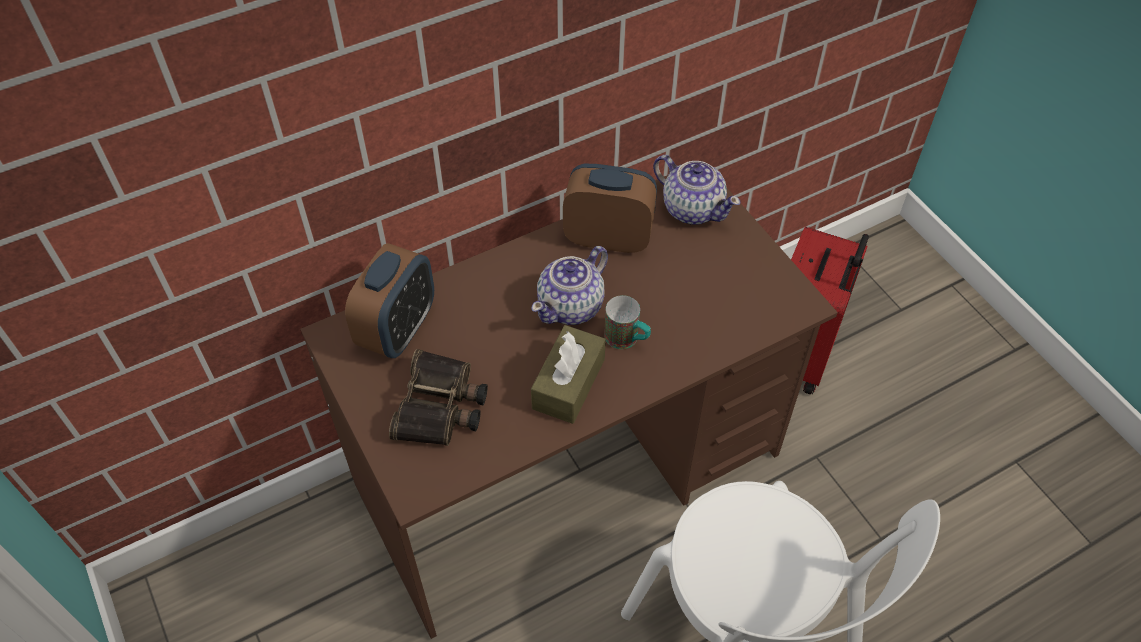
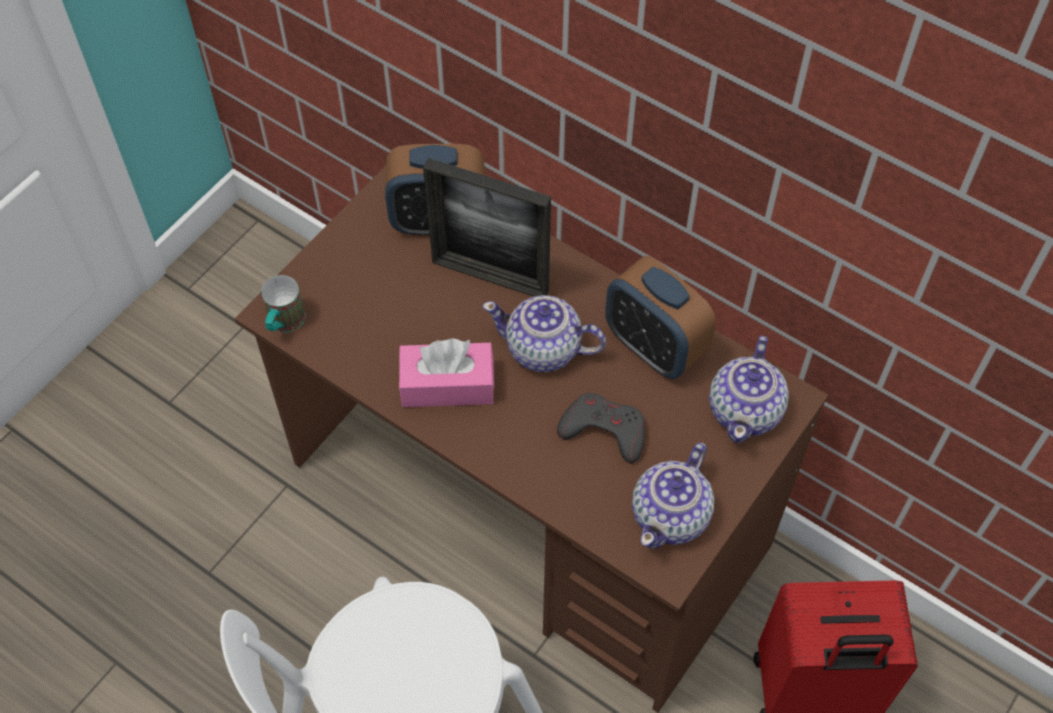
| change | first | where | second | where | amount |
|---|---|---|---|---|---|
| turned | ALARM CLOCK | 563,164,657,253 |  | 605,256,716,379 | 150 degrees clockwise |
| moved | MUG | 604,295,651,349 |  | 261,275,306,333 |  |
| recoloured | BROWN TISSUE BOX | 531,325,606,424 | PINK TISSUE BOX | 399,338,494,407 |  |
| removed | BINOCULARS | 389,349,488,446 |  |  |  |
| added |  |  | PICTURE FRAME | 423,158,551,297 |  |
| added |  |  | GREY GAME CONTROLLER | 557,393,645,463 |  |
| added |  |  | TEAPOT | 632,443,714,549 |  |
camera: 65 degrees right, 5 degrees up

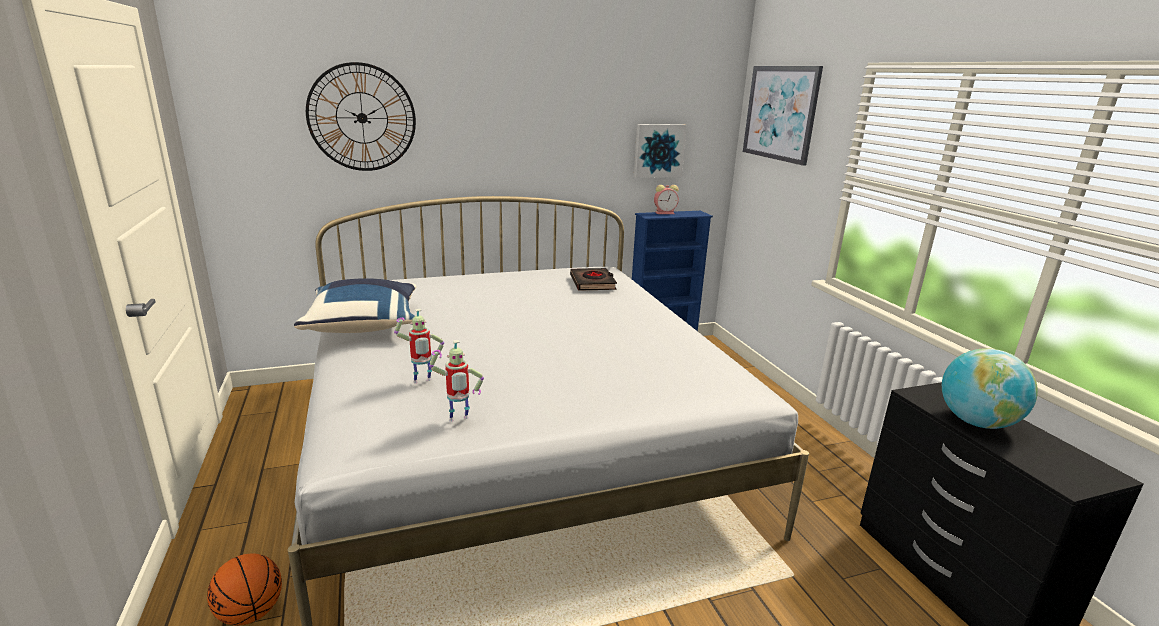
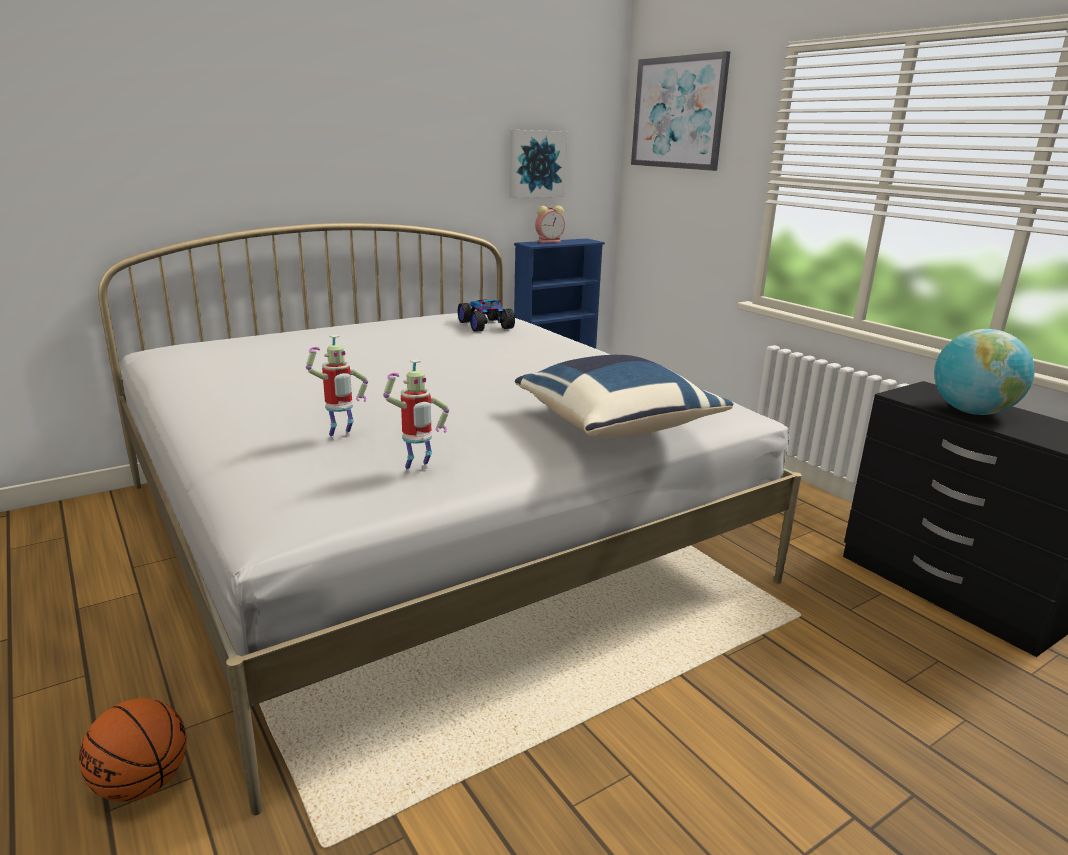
| change | first | where | second | where | amount |
|---|---|---|---|---|---|
| removed | WALL CLOCK | 306,62,416,171 |  |  |  |
| replaced | BLACK BOOK | 570,268,617,291 | TOY CAR | 458,299,515,332 |  |
| moved | BLUE PILLOW | 294,278,417,333 |  | 515,355,733,438 |  |
camera: 15 degrees left, 0 degrees up

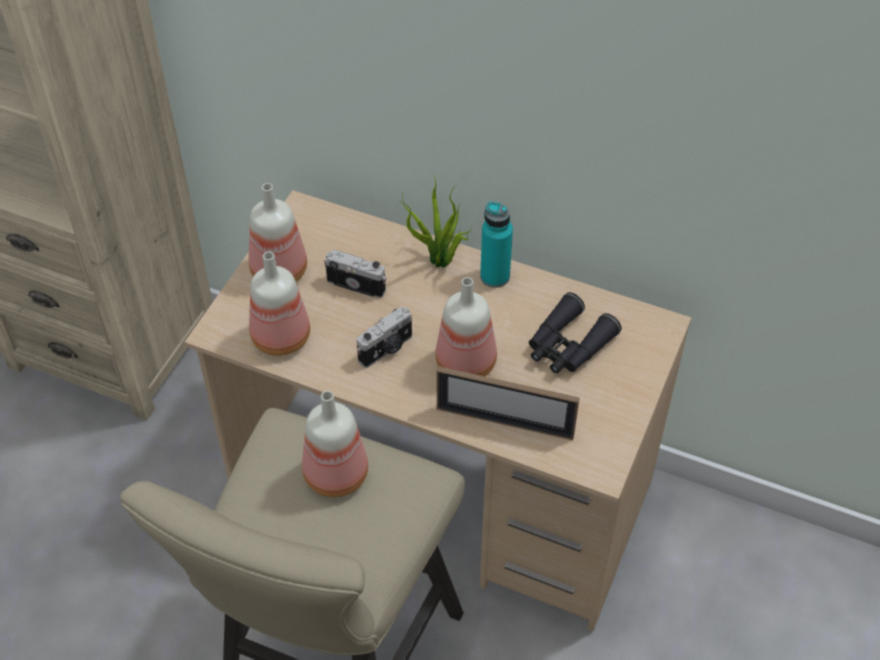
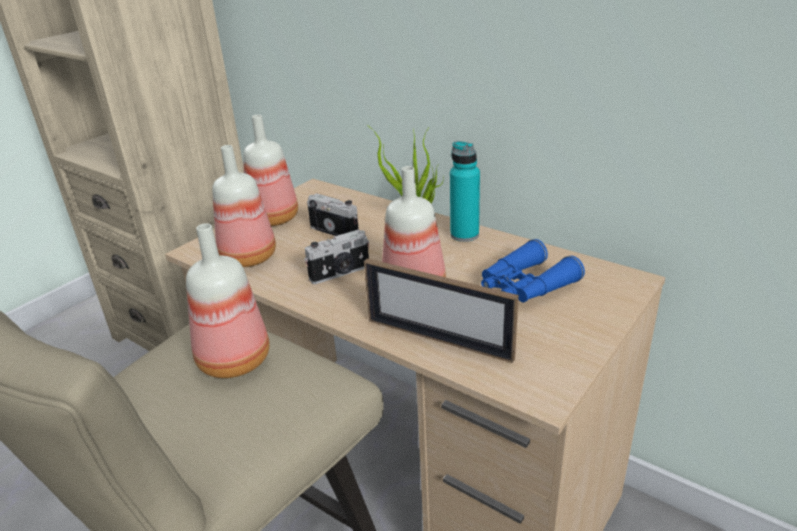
| change | first | where | second | where | amount |
|---|---|---|---|---|---|
| recoloured | BLACK BINOCULARS | 529,292,621,373 | BLUE BINOCULARS | 481,239,585,302 |  |
camera: 15 degrees right, 20 degrees down

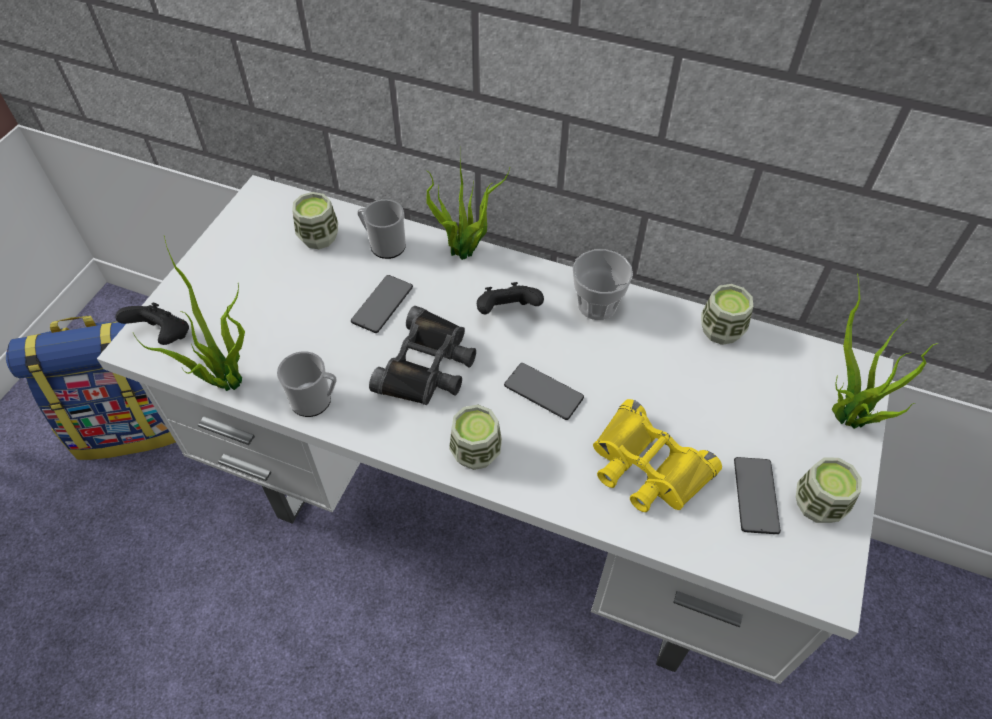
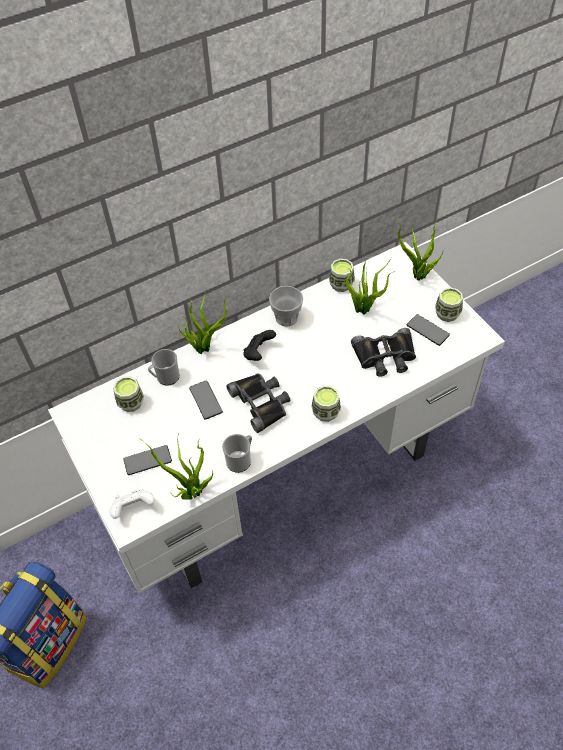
| change | first | where | second | where | amount |
|---|---|---|---|---|---|
| recoloured | BLACK GAME CONTROLLER | 115,303,189,345 | WHITE GAME CONTROLLER | 110,490,155,519 |  |
| moved | PHONE | 504,363,584,420 |  | 123,445,172,475 |  |
| recoloured | YELLOW BINOCULARS | 593,399,722,512 | BLACK BINOCULARS | 351,328,416,377 |  |
| added |  |  | POTTED PLANT | 346,258,392,314 |  |
camera: 50 degrees left, 0 degrees up

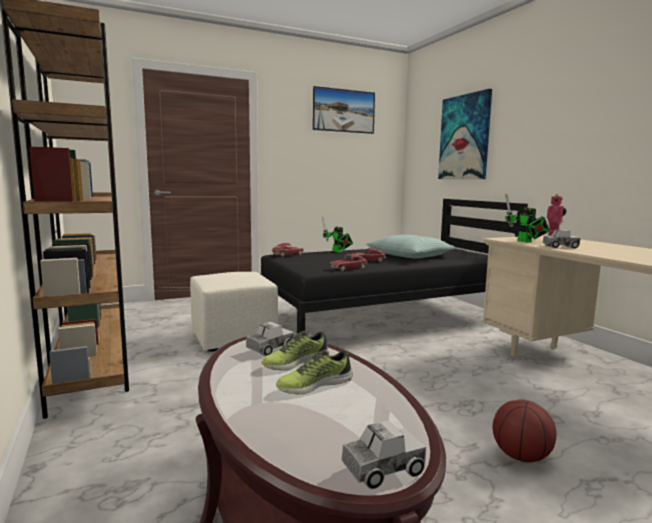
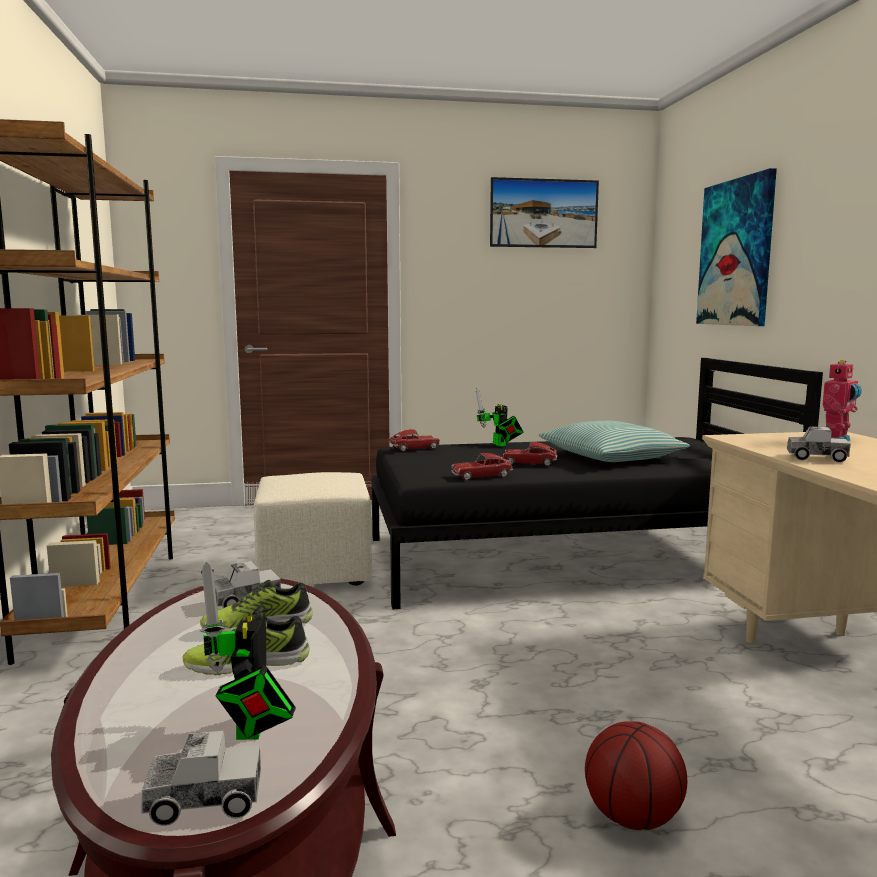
| change | first | where | second | where | amount |
|---|---|---|---|---|---|
| moved | TOY ROBOT | 505,193,549,243 |  | 200,562,296,740 |  |
camera: 15 degrees right, 0 degrees up

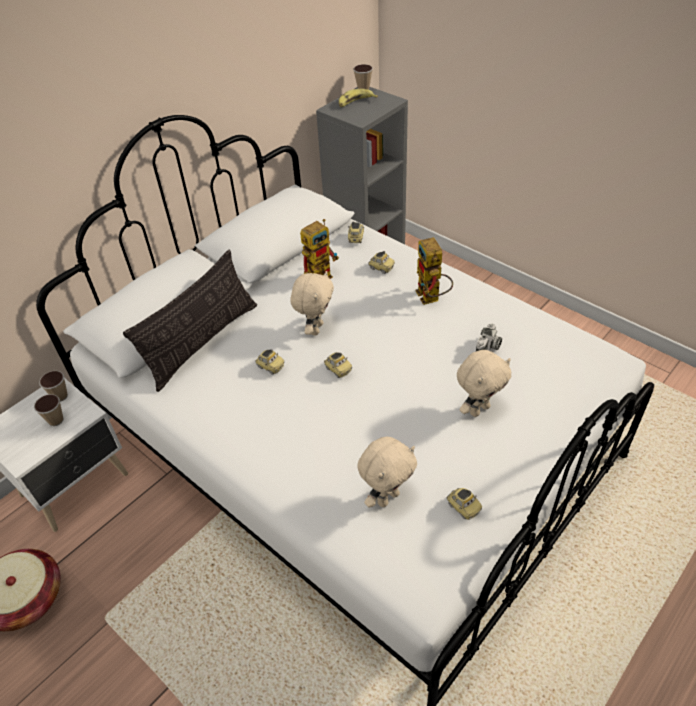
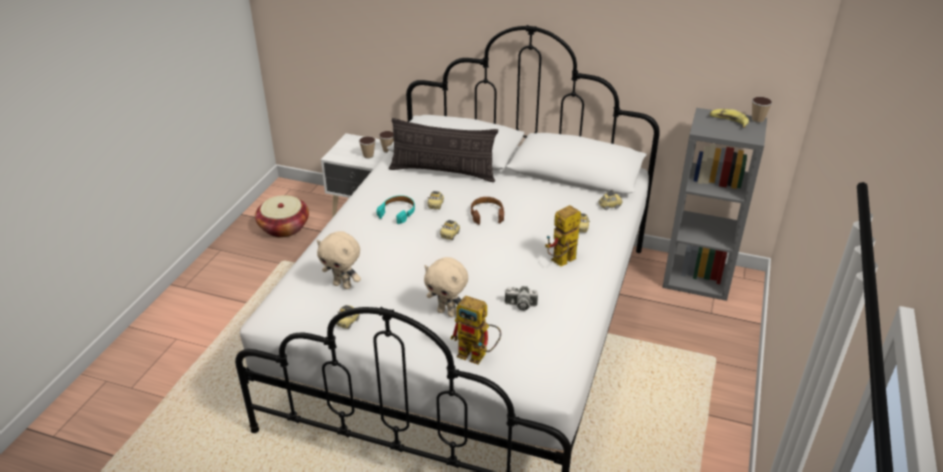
| change | first | where | second | where | amount |
|---|---|---|---|---|---|
| moved | TOY ROBOT | 300,219,339,279 |  | 450,296,501,365 |  |
| replaced | BEIGE PLUSH TOY | 291,271,334,335 | BROWN HEADPHONES | 471,197,504,225 |  |
| added |  |  | TURQUOISE HEADPHONES | 376,195,415,224 |  |
camera: 65 degrees right, 10 degrees down

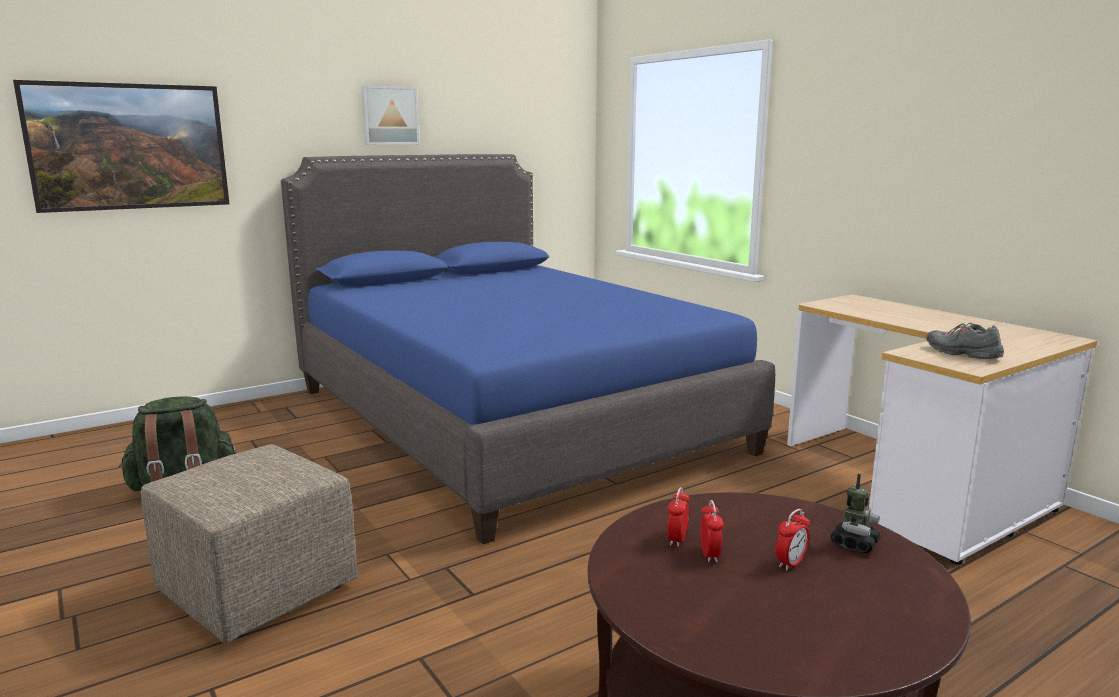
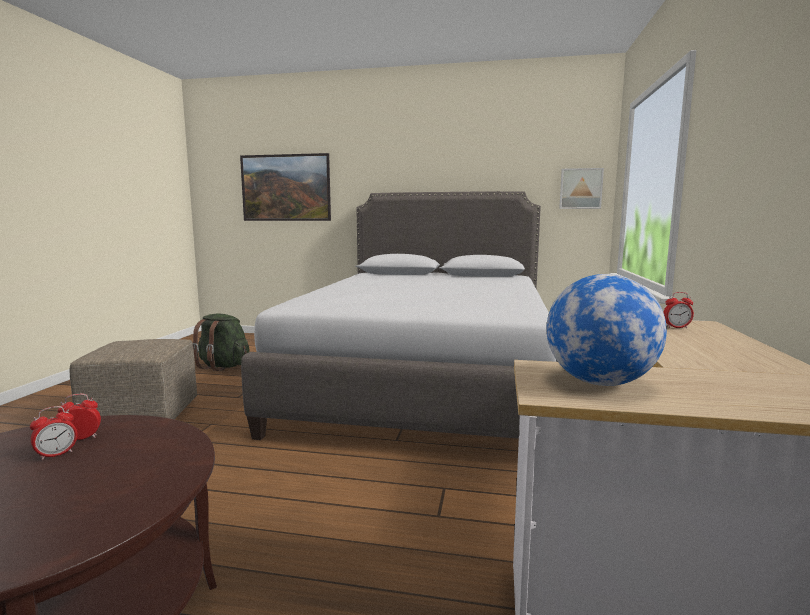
| change | first | where | second | where | amount |
|---|---|---|---|---|---|
| moved | PICTURE | 361,86,420,145 |  | 559,168,604,209 |  |
| recoloured | BLUE BED | 281,154,775,544 | GREY BED | 241,191,557,440 |  |
| replaced | GREY SHOE | 926,323,1004,359 | GLOBE | 547,274,667,386 |  |
| removed | TOY ROBOT | 830,474,881,553 |  |  |  |
| moved | ALARM CLOCK | 776,509,810,571 |  | 663,292,694,328 |  |
camera: 45 degrees right, 5 degrees down

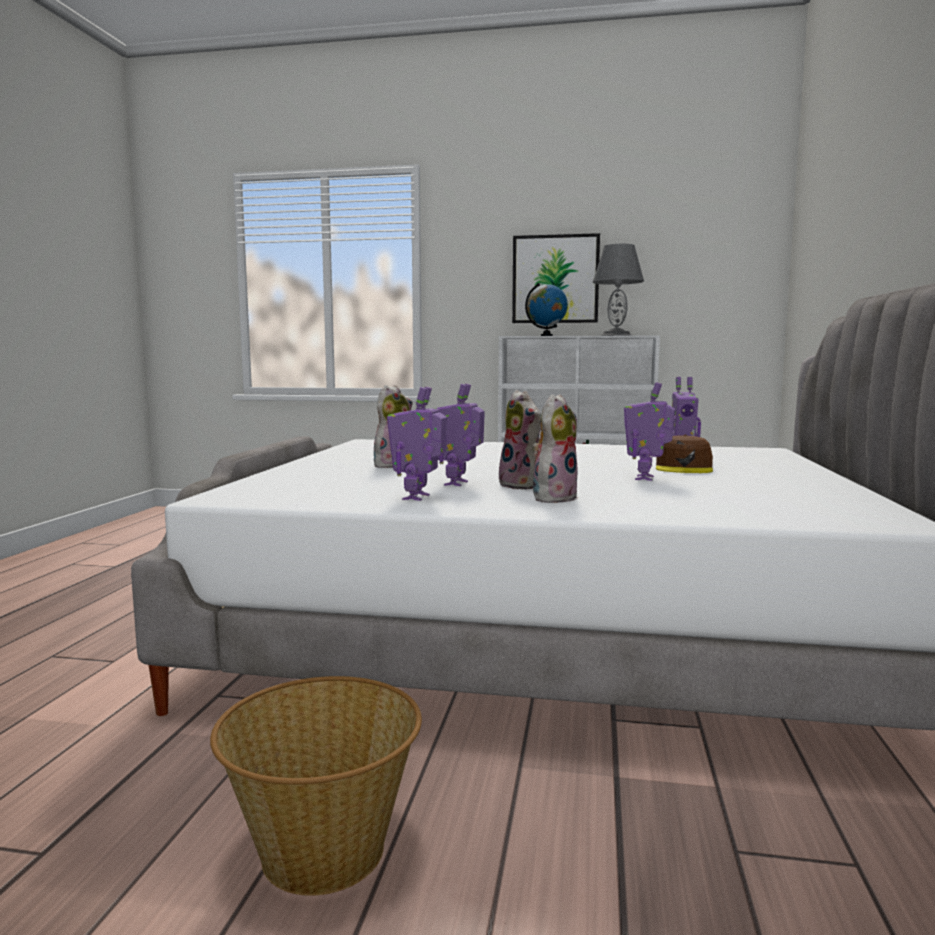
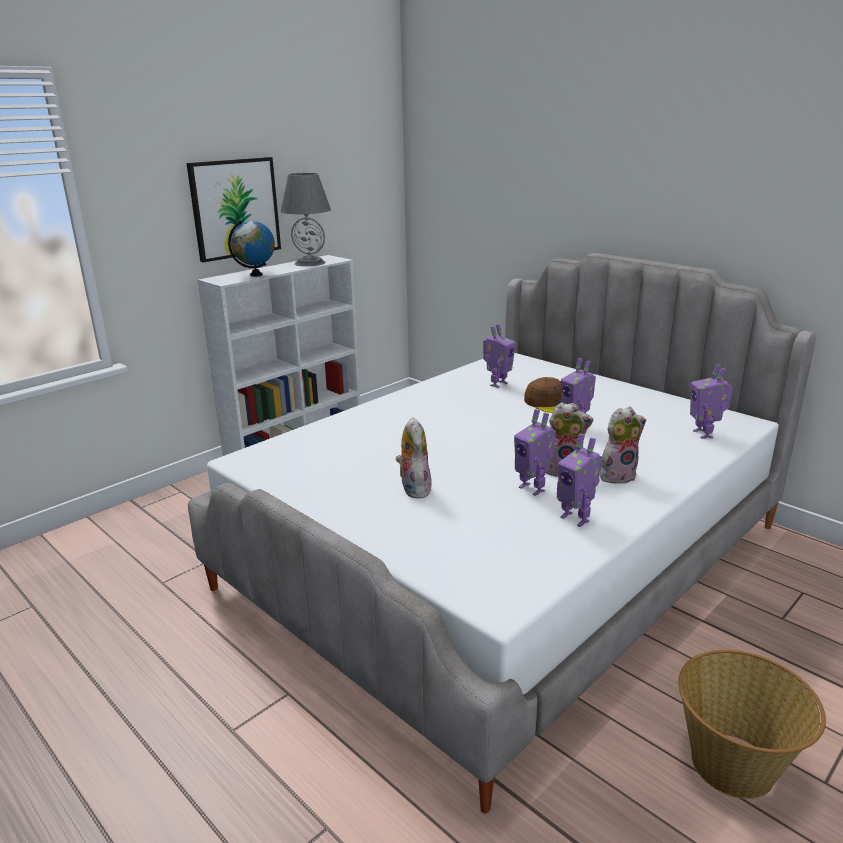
| change | first | where | second | where | amount |
|---|---|---|---|---|---|
| turned | PLUSH TOY | 532,394,578,503 |  | 600,407,646,484 | 90 degrees clockwise |
| added |  |  | TOY ROBOT | 690,364,733,439 |  |
camera: 55 degrees left, 15 degrees up

